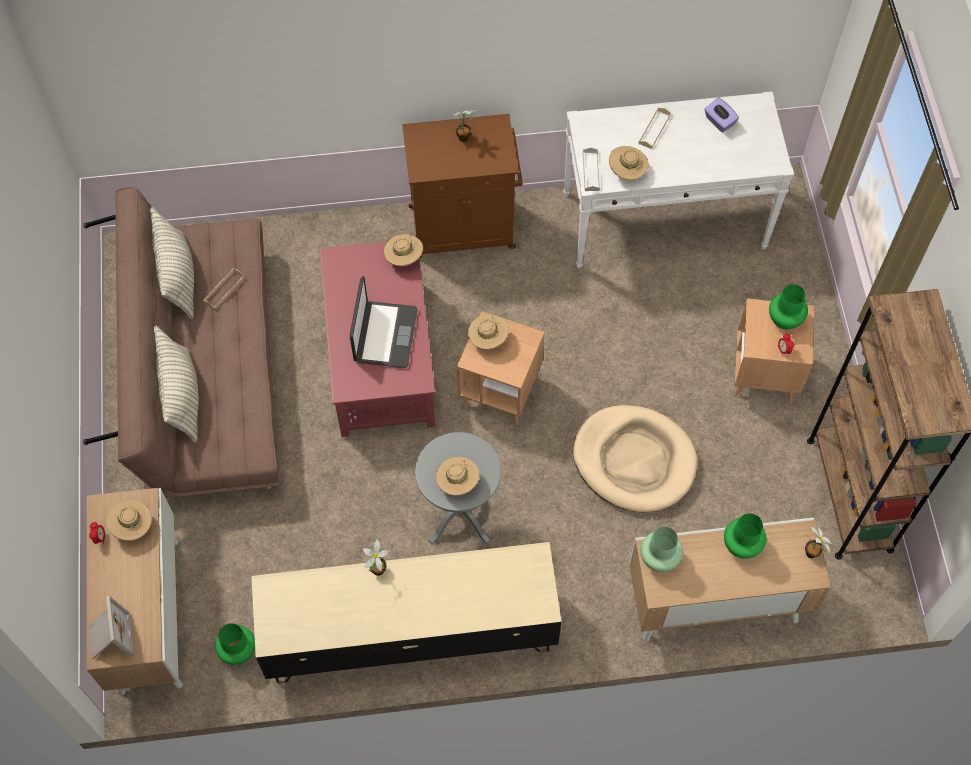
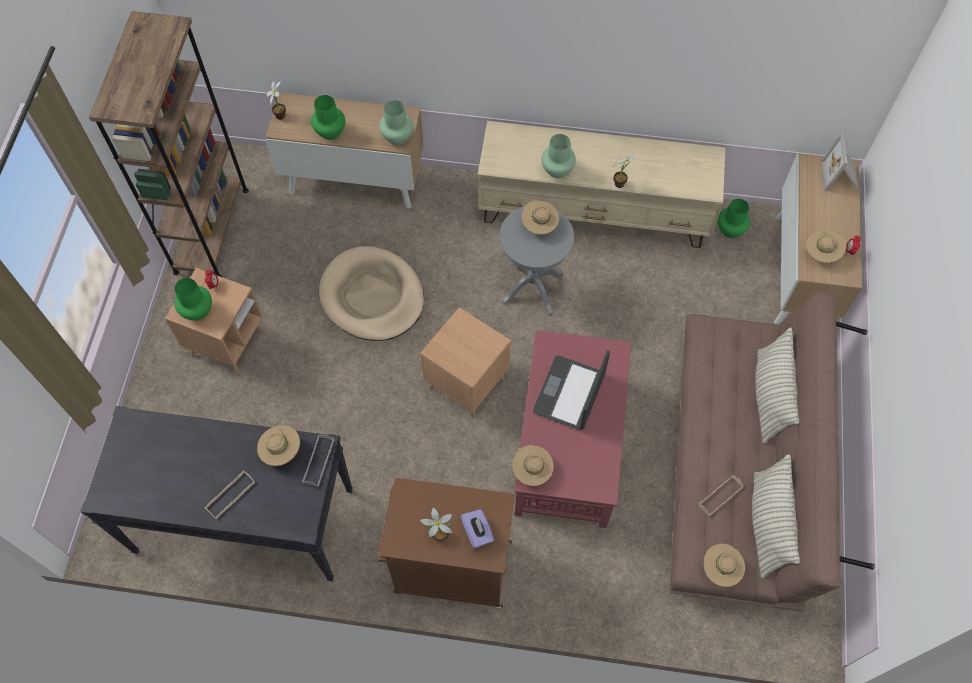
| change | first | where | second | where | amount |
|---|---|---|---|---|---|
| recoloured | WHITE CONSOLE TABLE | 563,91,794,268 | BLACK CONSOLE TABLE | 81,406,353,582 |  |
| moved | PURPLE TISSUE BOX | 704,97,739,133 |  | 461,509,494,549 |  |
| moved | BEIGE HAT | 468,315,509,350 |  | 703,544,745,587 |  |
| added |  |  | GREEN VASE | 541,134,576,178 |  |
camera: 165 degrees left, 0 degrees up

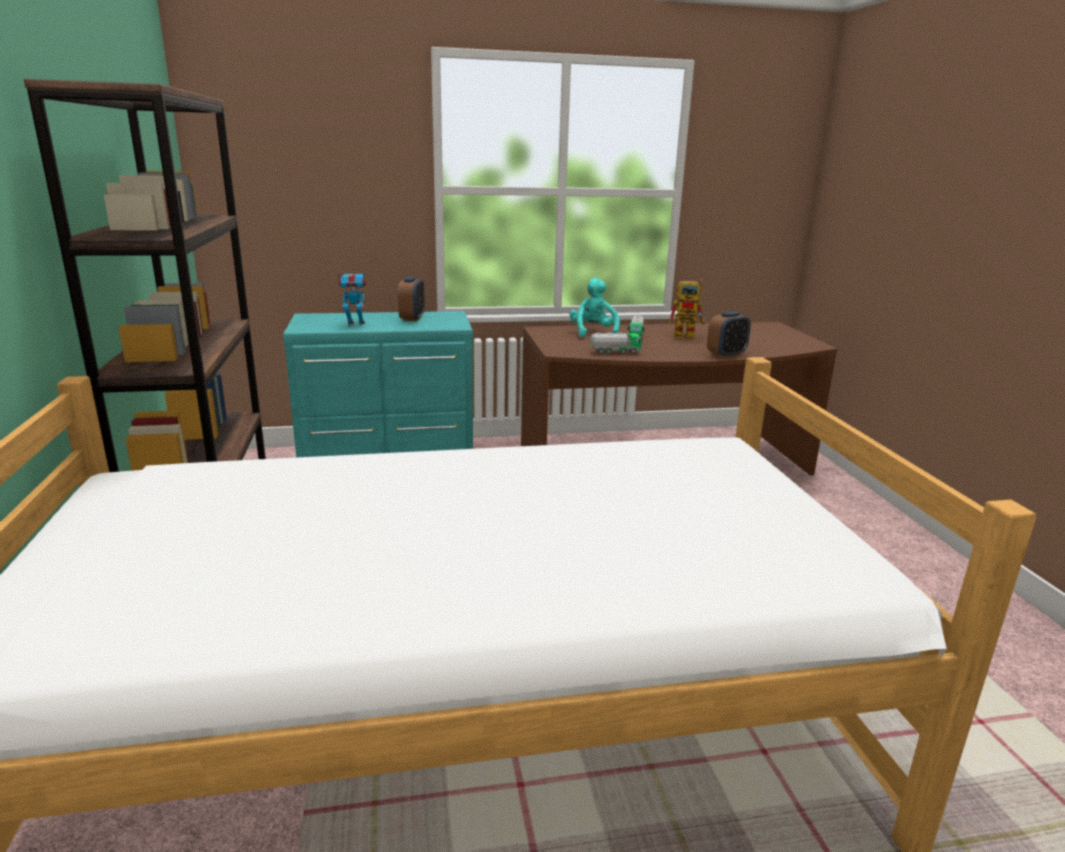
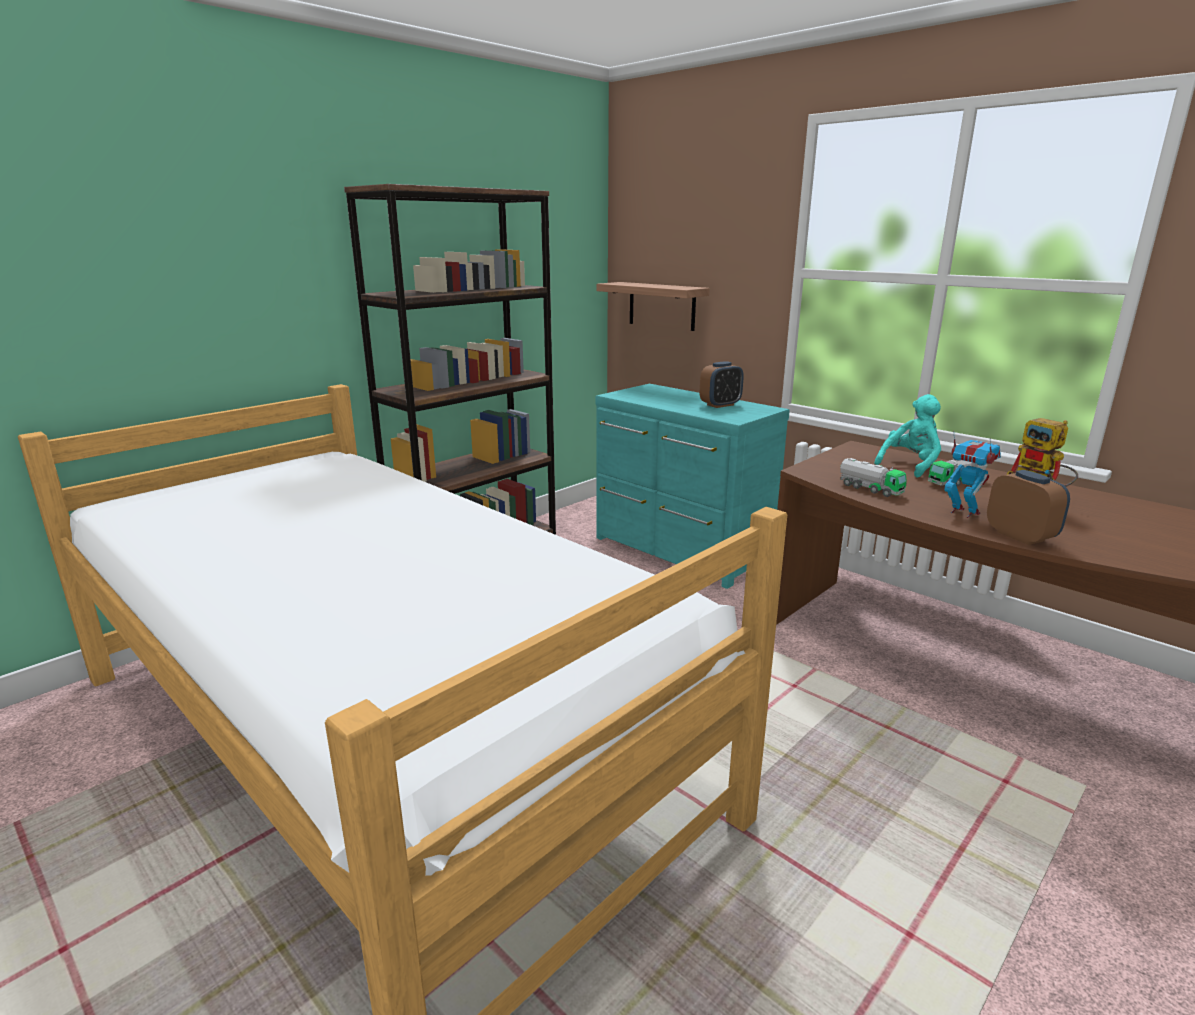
| change | first | where | second | where | amount |
|---|---|---|---|---|---|
| moved | TOY ROBOT | 337,267,366,326 |  | 944,431,1001,518 |  |
| turned | ALARM CLOCK | 707,311,751,358 |  | 987,470,1070,545 | 135 degrees counterclockwise |
| added |  |  | SHELF | 597,282,710,331 |  |
camera: 55 degrees right, 0 degrees up

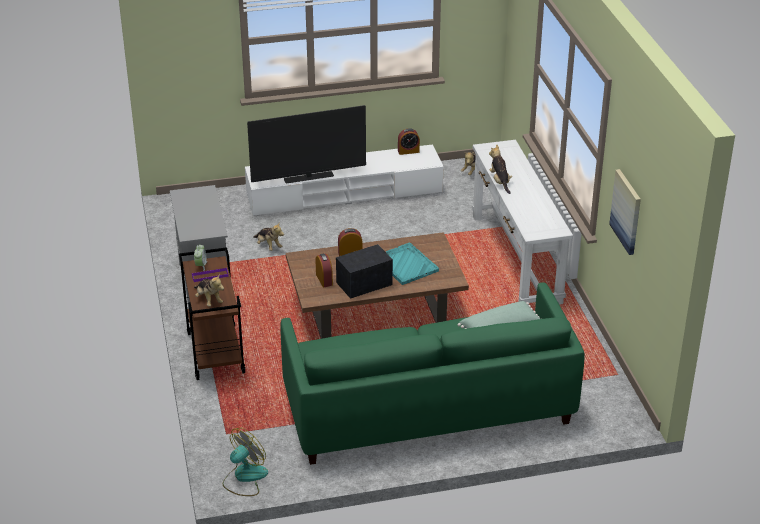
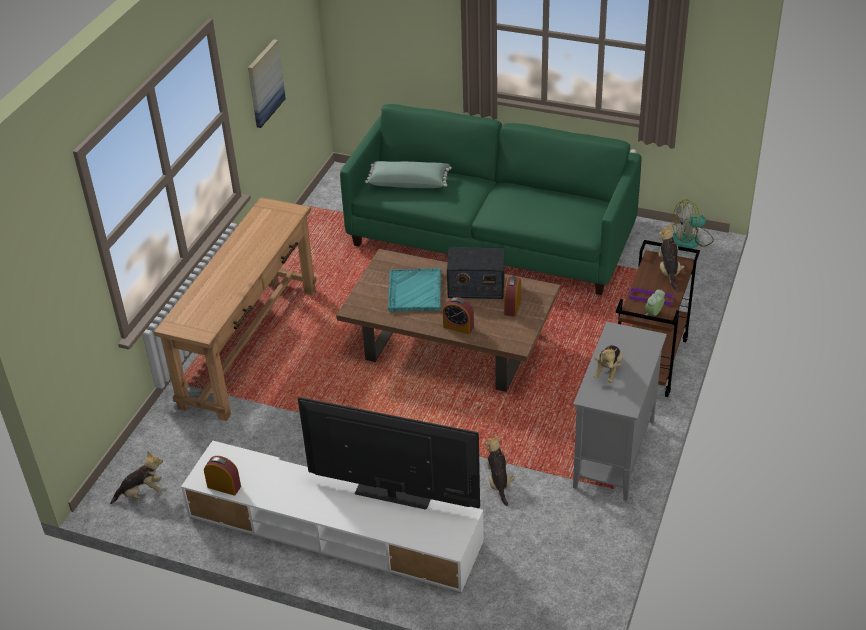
| change | first | where | second | where | amount |
|---|---|---|---|---|---|
| recoloured | WHITE CONSOLE TABLE | 472,140,573,305 | BROWN CONSOLE TABLE | 154,197,316,421 |  |
| moved | PLUSH TOY | 489,144,512,194 |  | 593,345,623,383 |  |
camera: 145 degrees left, 5 degrees up

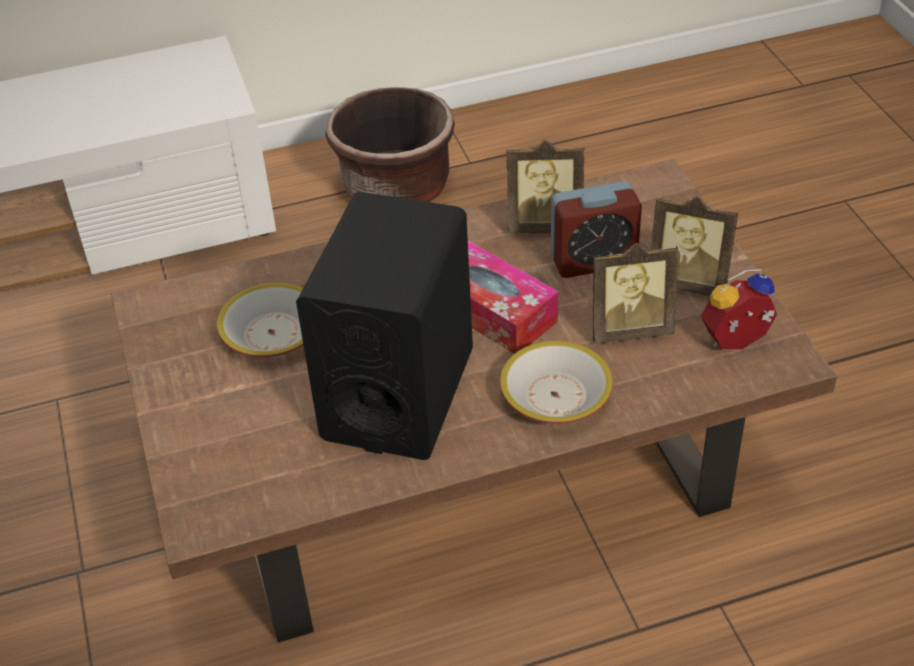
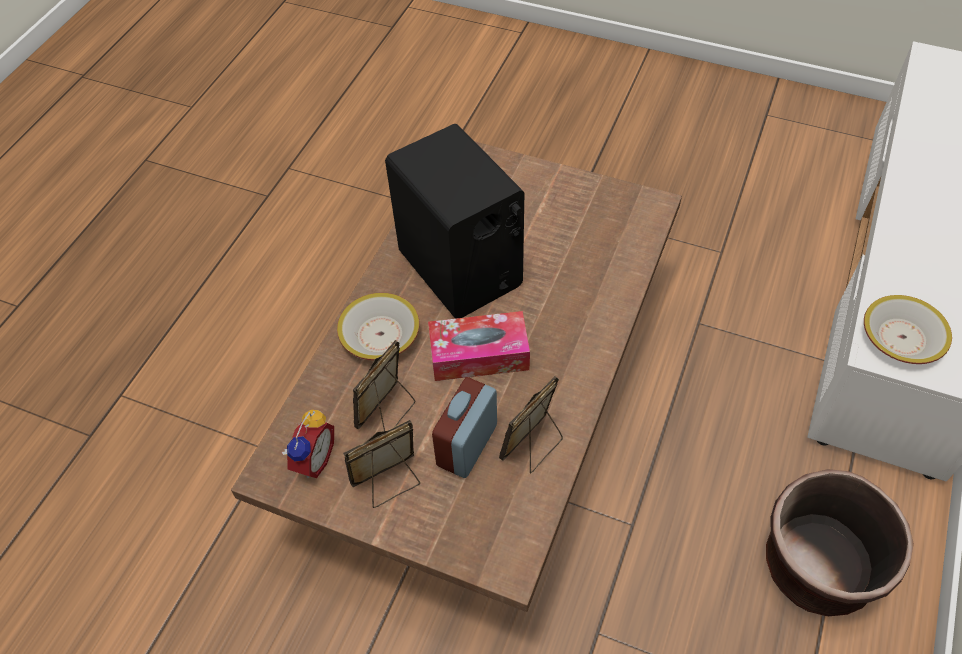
| change | first | where | second | where | amount |
|---|---|---|---|---|---|
| moved | BOWL | 217,282,303,357 |  | 864,295,952,364 |  |
camera: 130 degrees right, 10 degrees up

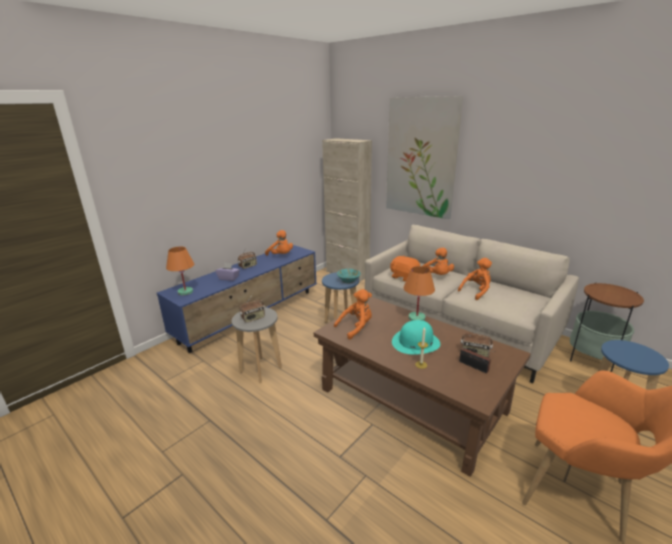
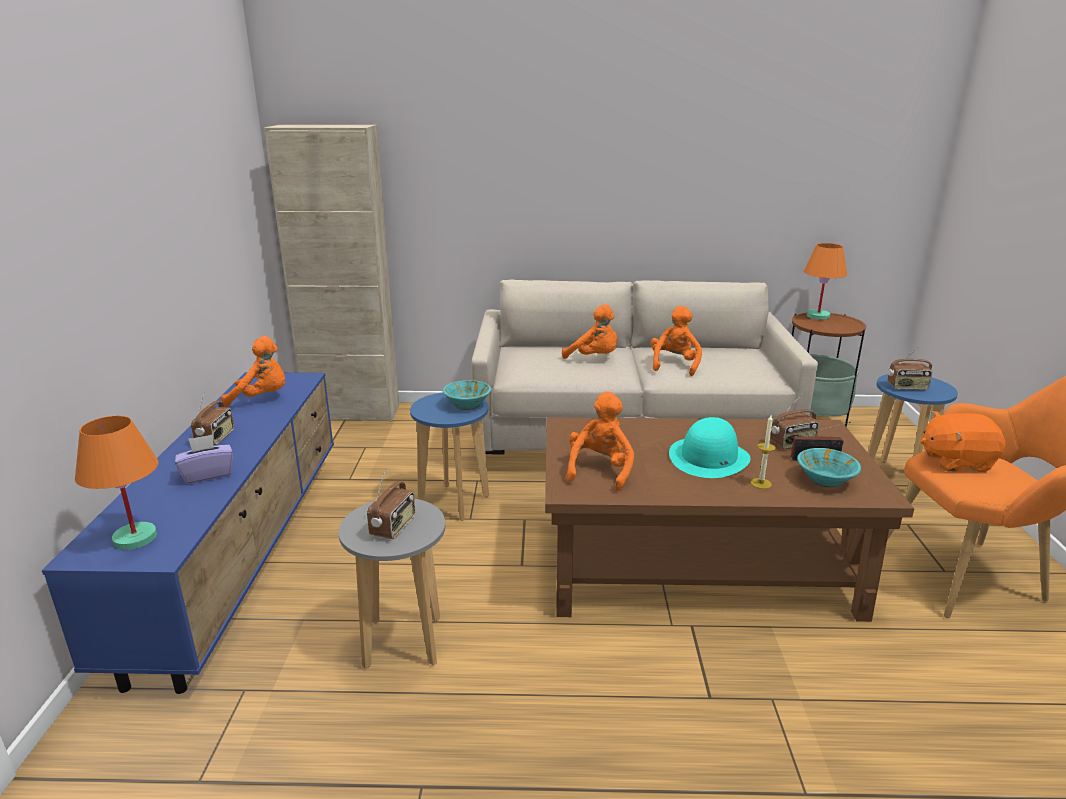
| change | first | where | second | where | amount |
|---|---|---|---|---|---|
| removed | PICTURE | 386,96,463,219 |  |  |  |
| moved | ORANGE PLUSH TOY | 390,256,420,282 |  | 920,411,1005,472 |  |
| moved | ORANGE TABLE LAMP | 404,266,435,321 |  | 804,243,847,320 |  |
| added |  |  | RADIO | 887,346,932,390 |  |
| added |  |  | TURQUOISE BOWL | 797,448,861,488 |  |
camera: 40 degrees left, 0 degrees up

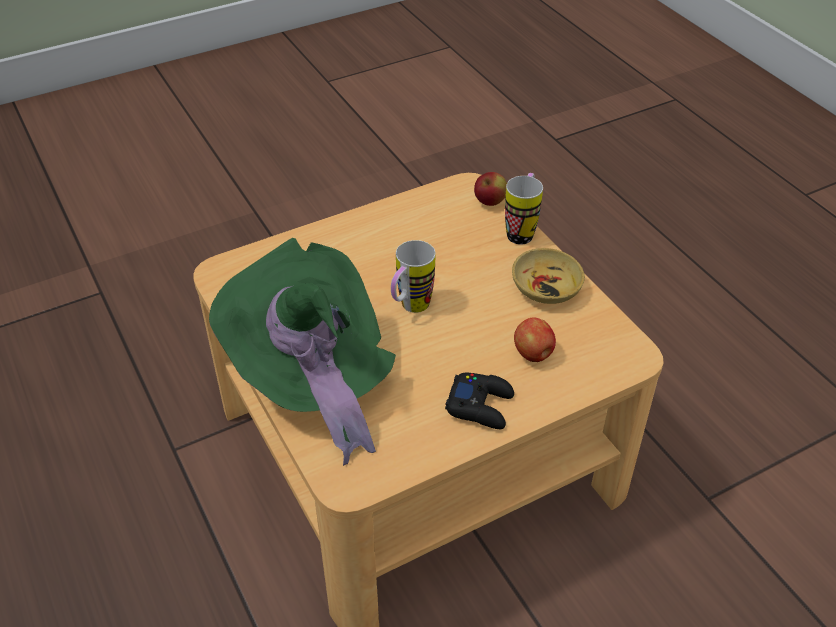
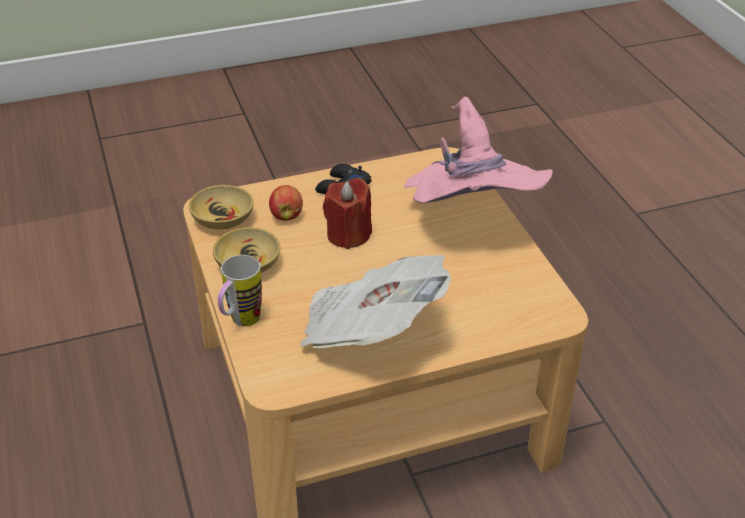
| change | first | where | second | where | amount |
|---|---|---|---|---|---|
| removed | APPLE | 474,172,507,206 |  |  |  |
| recoloured | GREEN HAT | 209,238,396,466 | PINK HAT | 404,97,553,204 |  |
| removed | MUG | 391,240,435,313 |  |  |  |
| added |  |  | RED CANDLE | 323,178,372,249 |  |
| added |  |  | BEIGE BOWL | 189,185,254,229 |  |
| added |  |  | NEWSPAPER | 300,255,451,348 |  |
camera: 170 degrees left, 5 degrees down

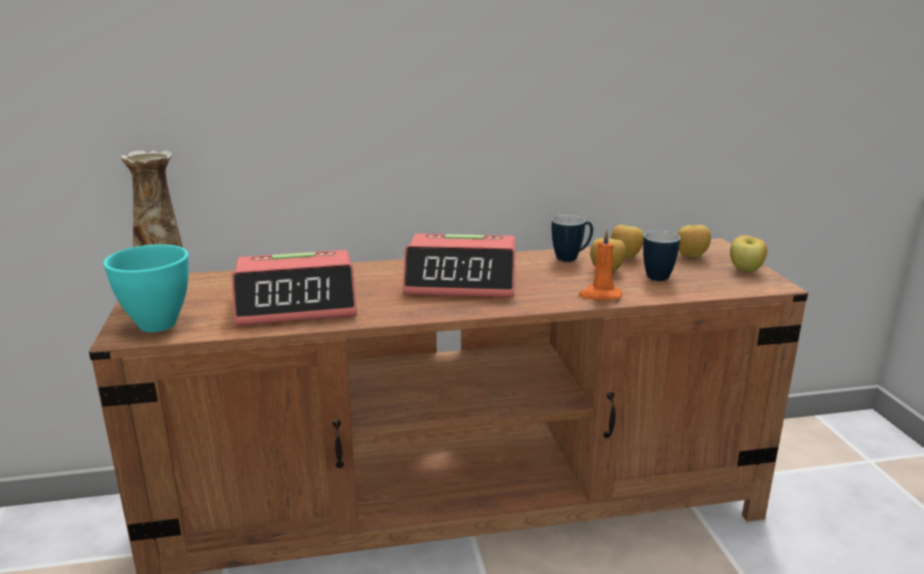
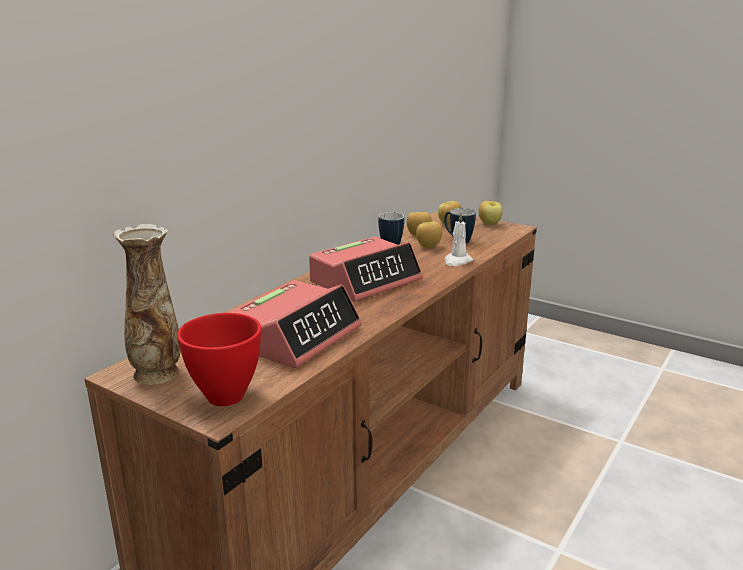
| change | first | where | second | where | amount |
|---|---|---|---|---|---|
| recoloured | ORANGE CANDLE | 579,229,622,300 | WHITE CANDLE | 445,212,473,266 |  |
| recoloured | TURQUOISE BOWL | 103,244,189,332 | RED BOWL | 177,313,261,406 |  |
camera: 45 degrees left, 0 degrees up

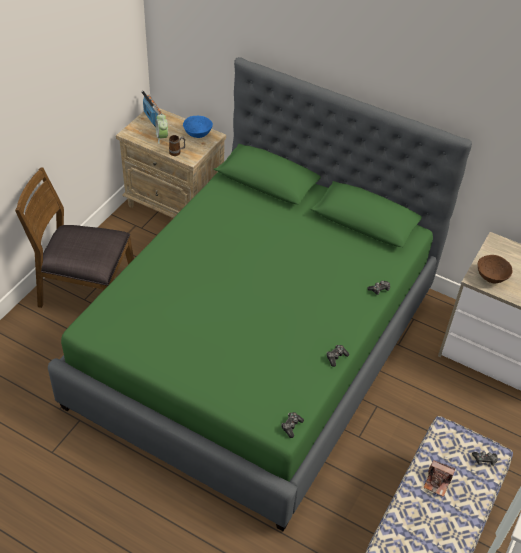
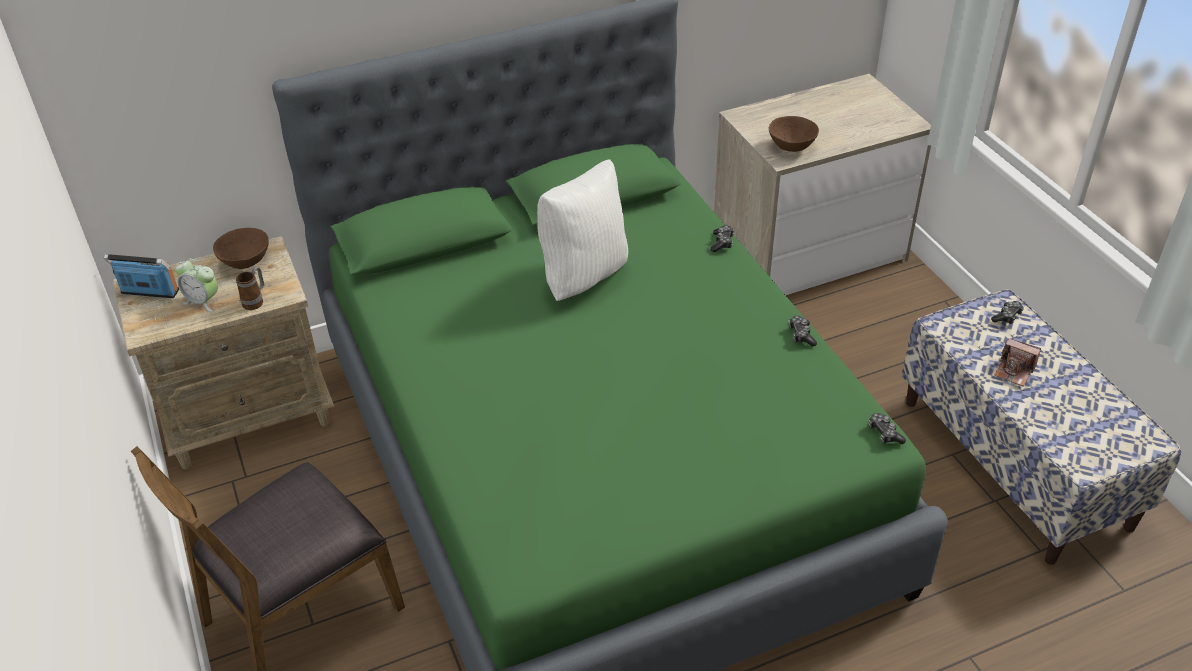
| change | first | where | second | where | amount |
|---|---|---|---|---|---|
| recoloured | BLUE BOWL | 183,116,213,138 | BROWN BOWL | 213,228,269,269 |  |
| turned | PHOTO CAMERA | 423,460,455,497 |  | 994,338,1041,387 | 60 degrees clockwise |
| added |  |  | WHITE PILLOW | 537,159,628,301 |  |
camera: 50 degrees left, 5 degrees down

